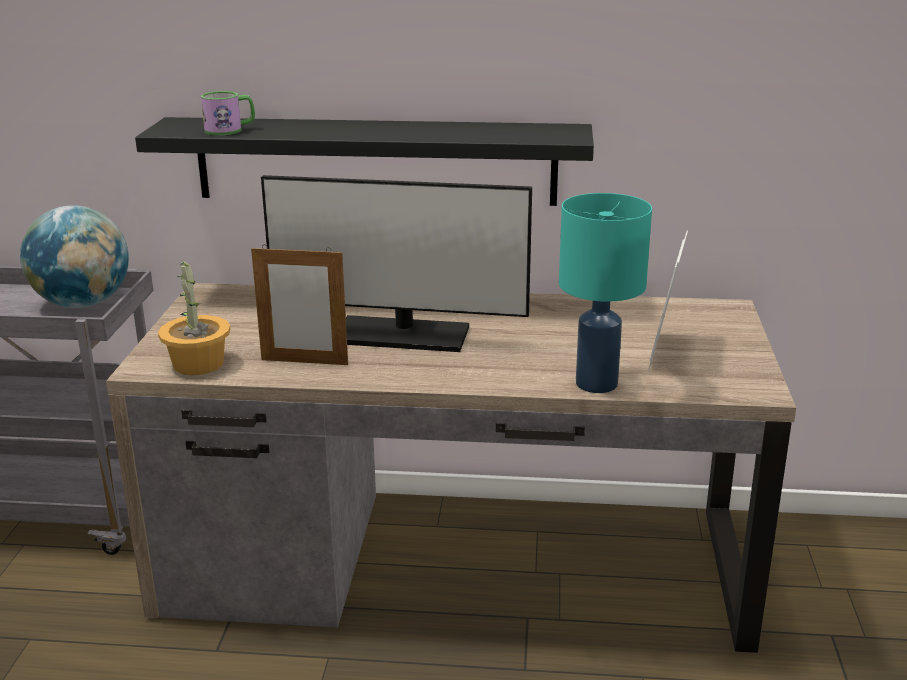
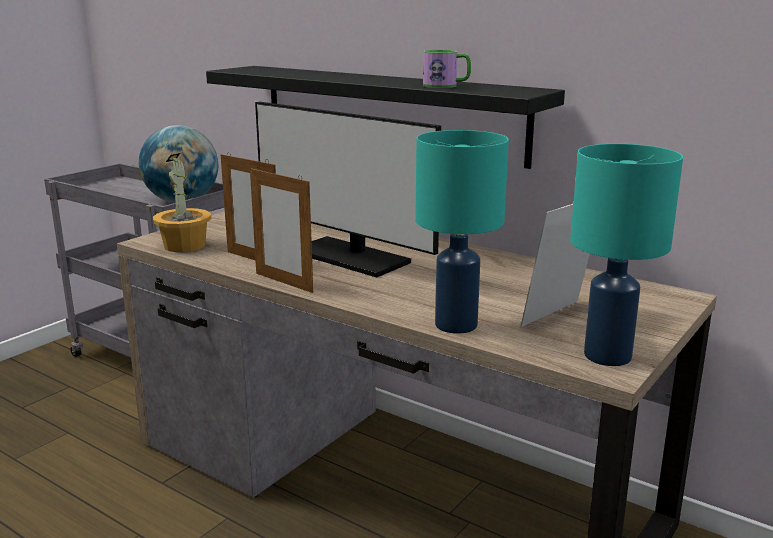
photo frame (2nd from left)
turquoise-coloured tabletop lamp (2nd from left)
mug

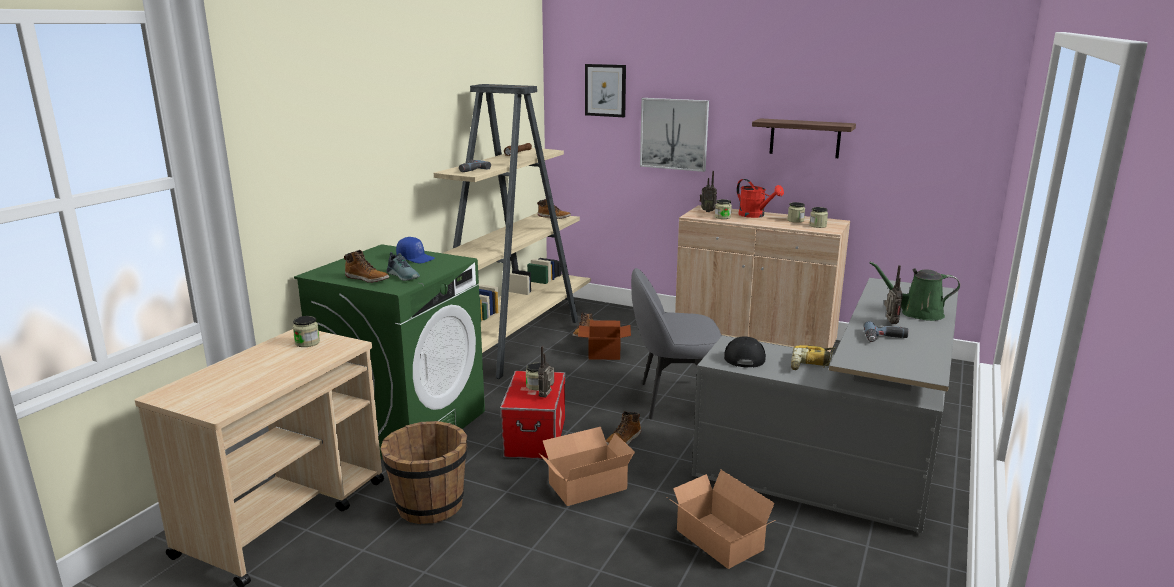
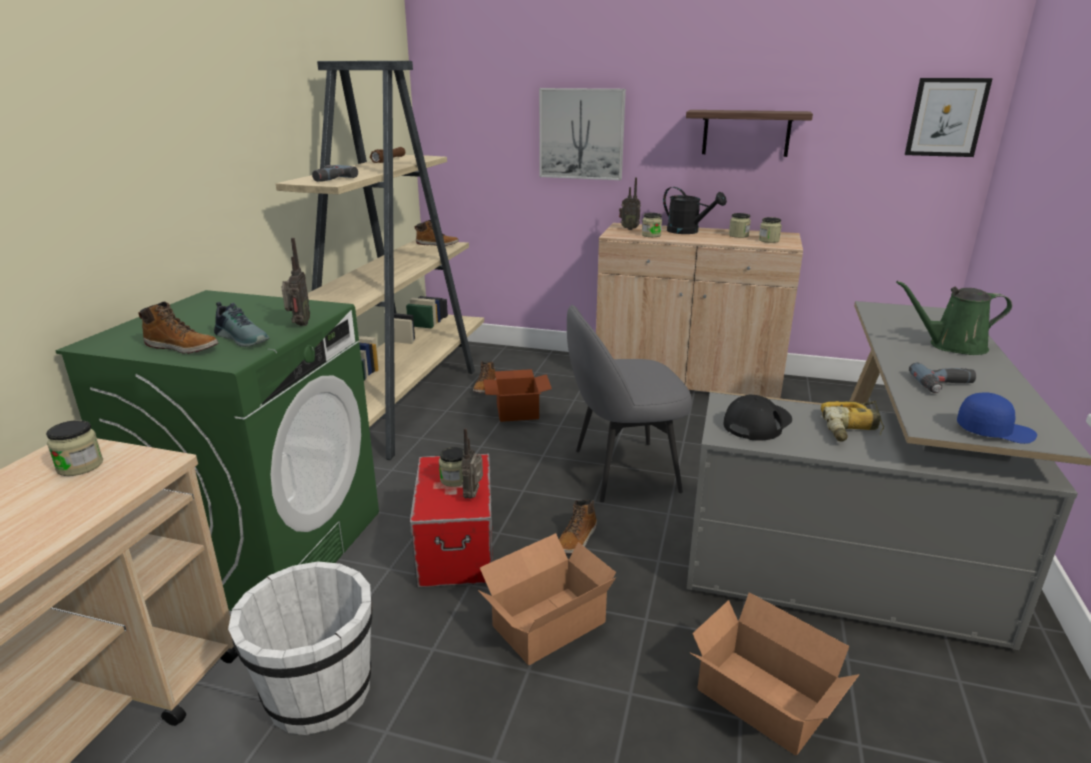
blue-coloured peaked cap
wall art (2nd from left)
radio set (1st from left)
whitish pail
black-coloured sprinkling can
black-coloured peaked cap

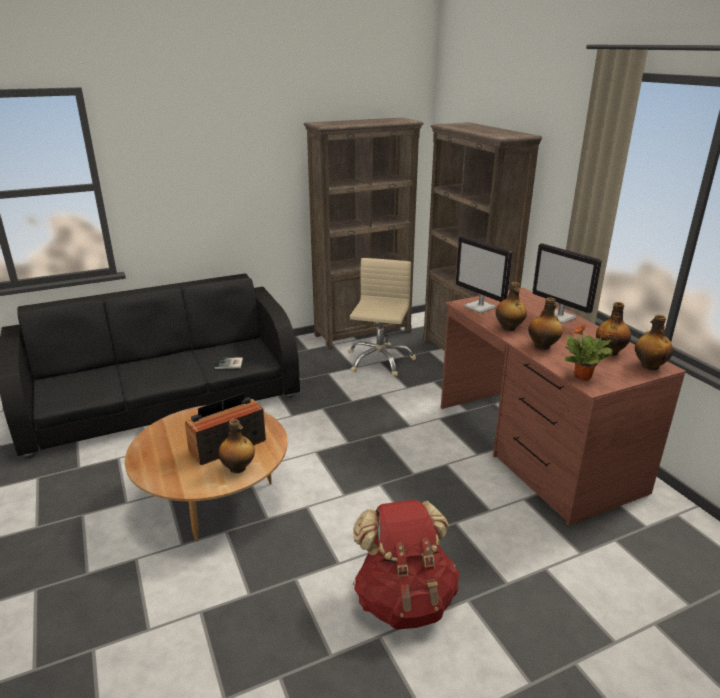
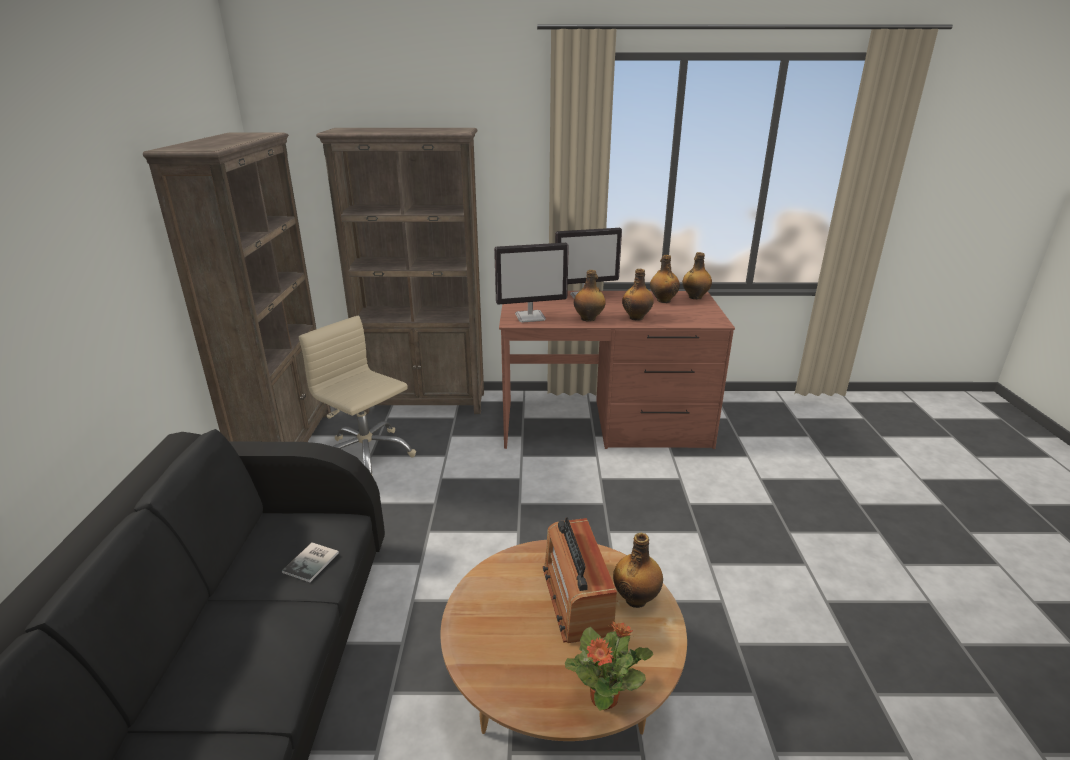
red knapsack
houseplant

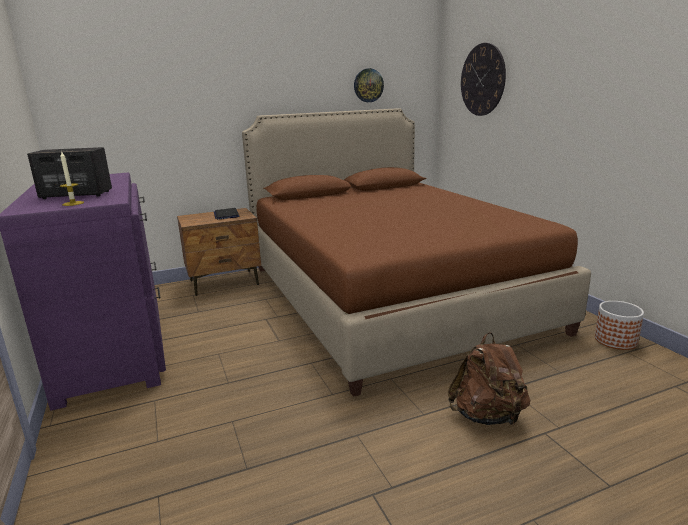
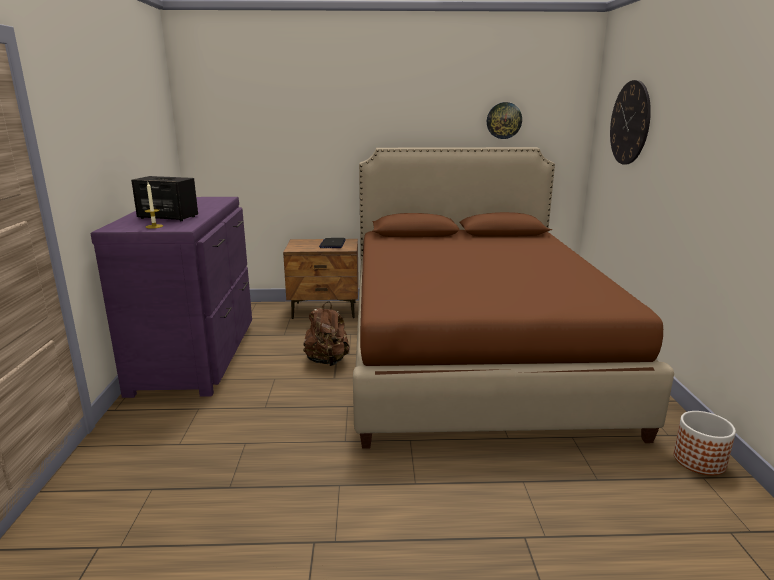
brownish knapsack

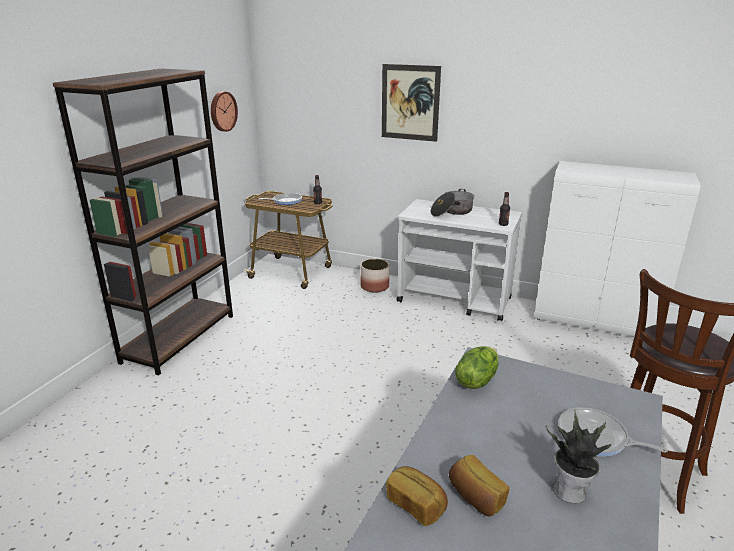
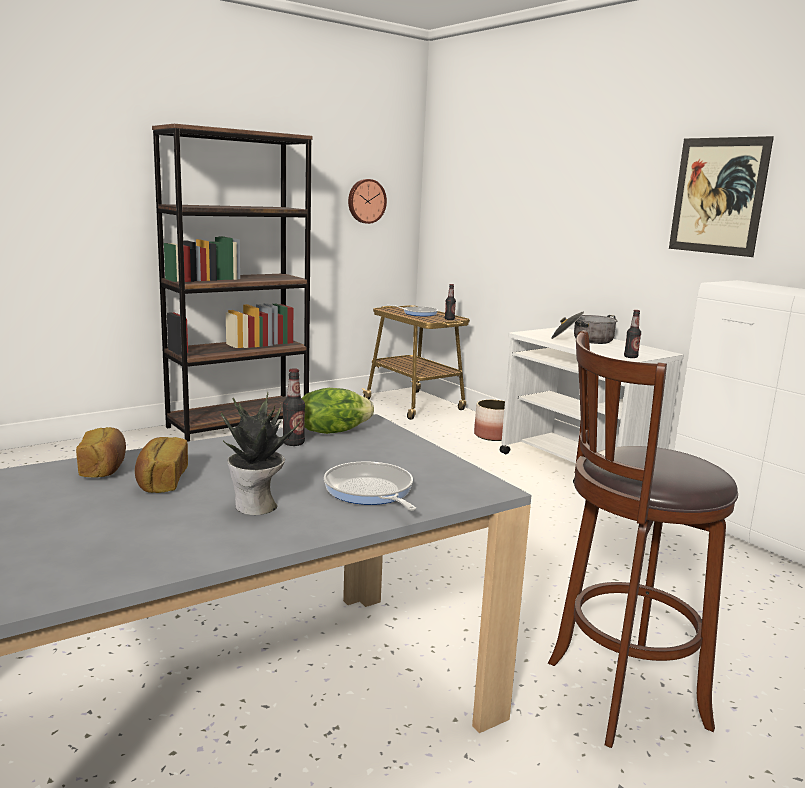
drink bottle (1st from left)
wall art

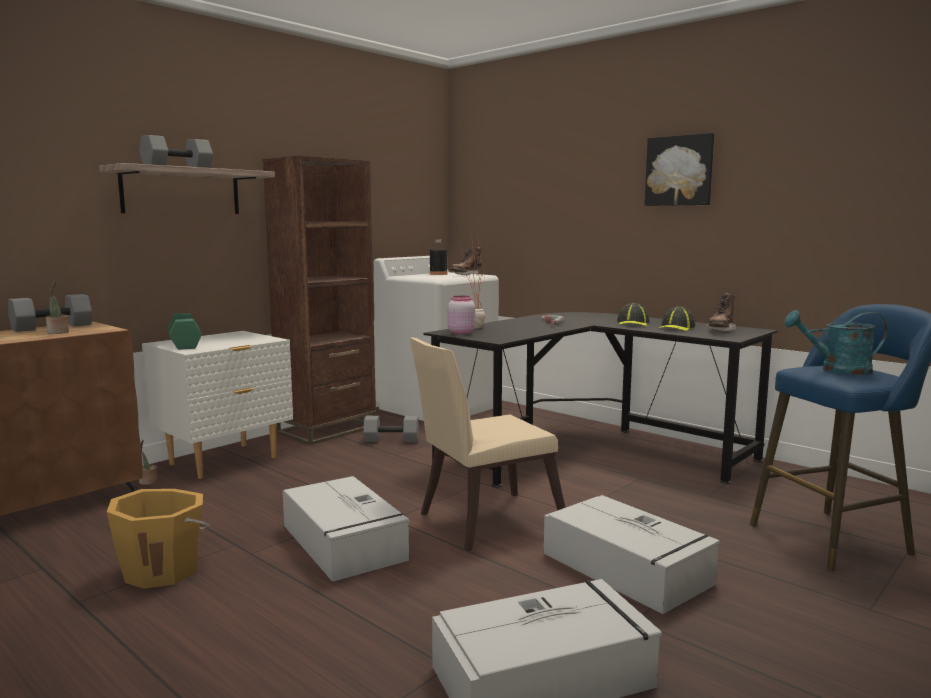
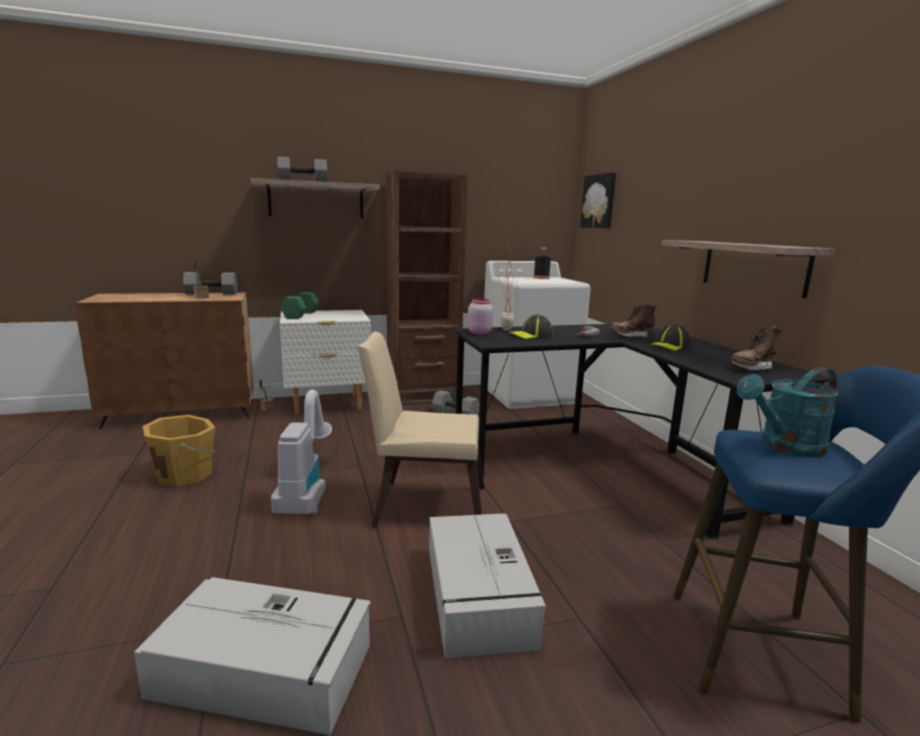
wall shelf (2nd from left)
brownish high-top boot (1st from left)
wall art
peaked cap (1st from left)
hoover
turquoise-coloured sprinkling can

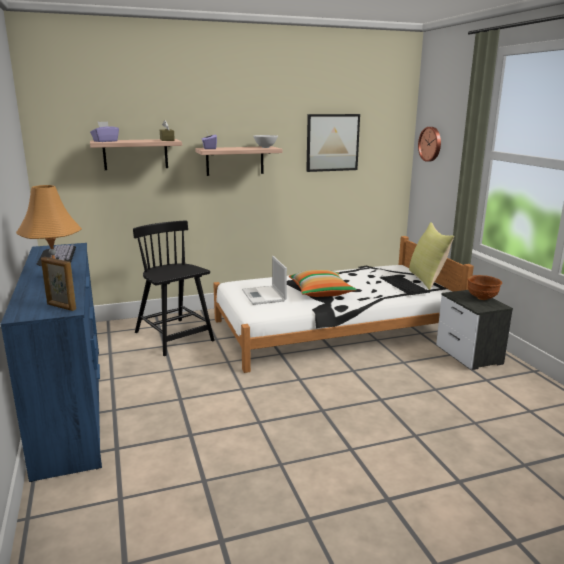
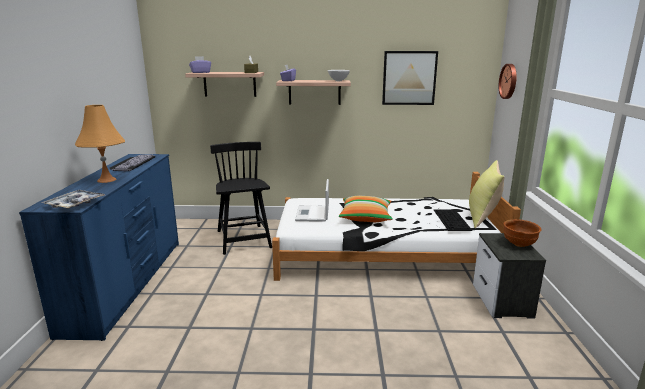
serving tray

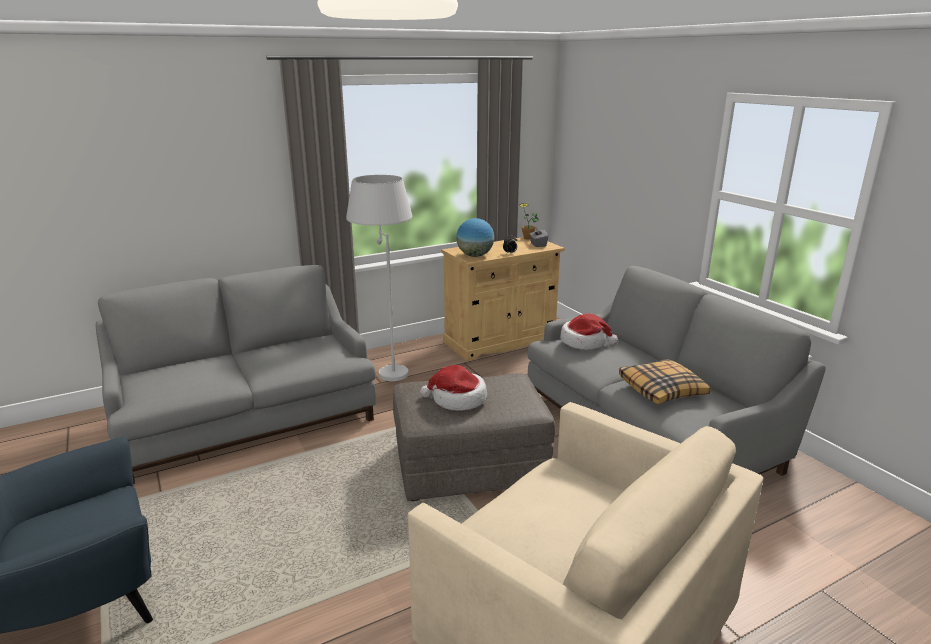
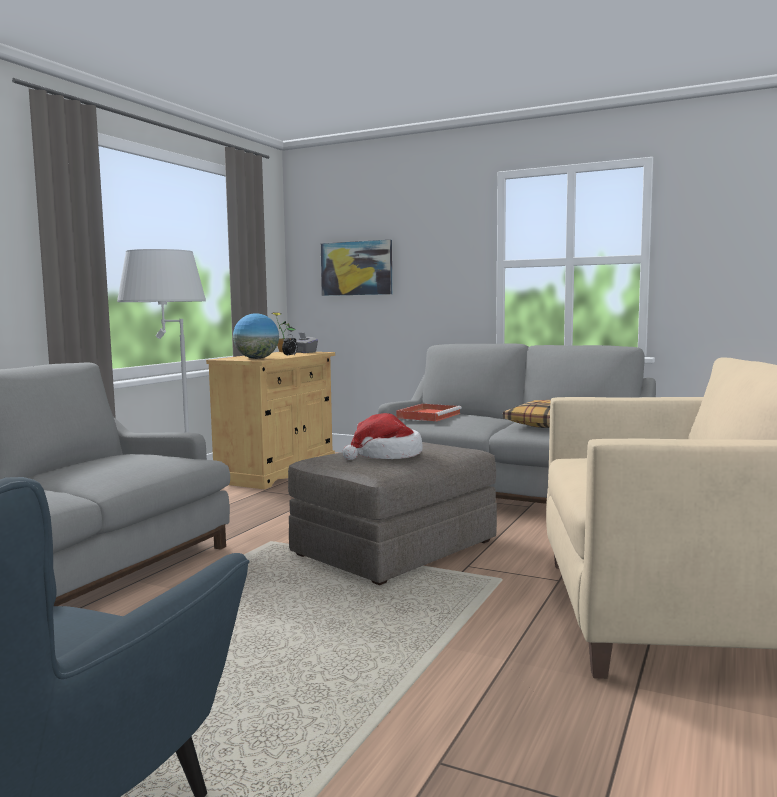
wall art
red serving tray

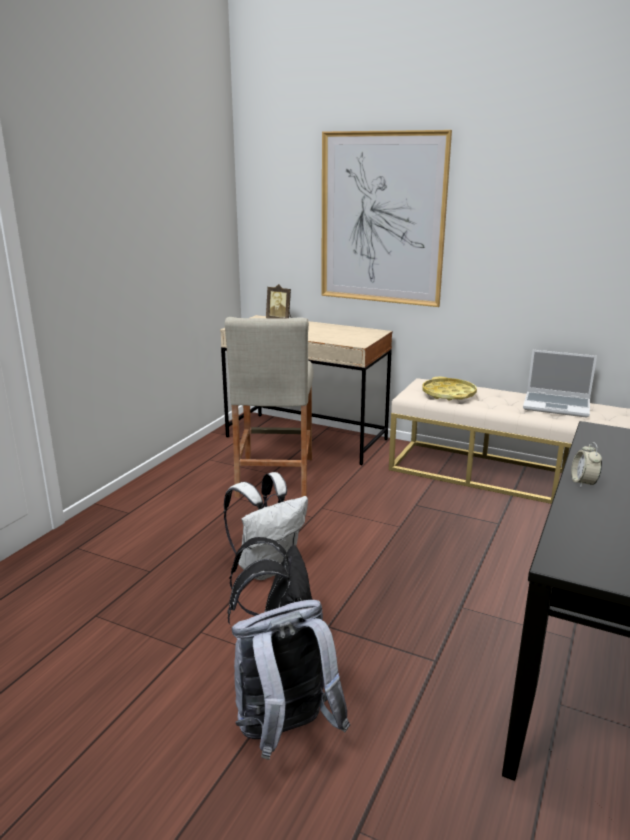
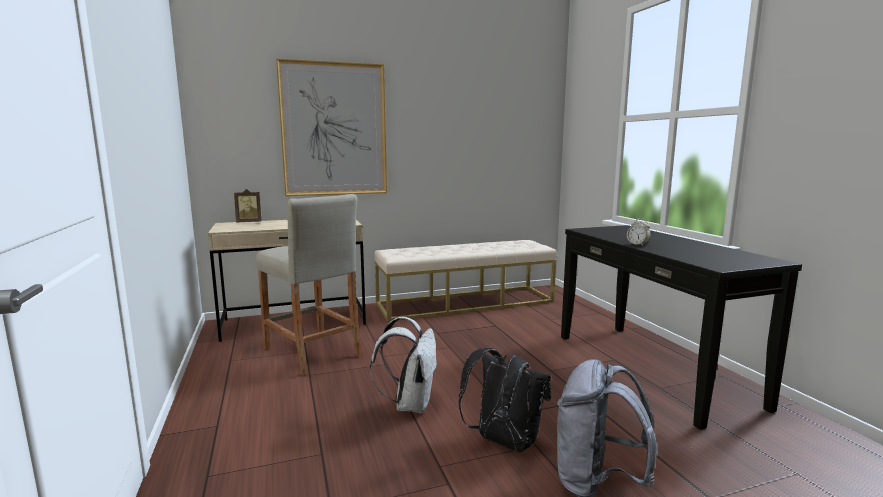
yellow-coloured serving tray
notebook computer

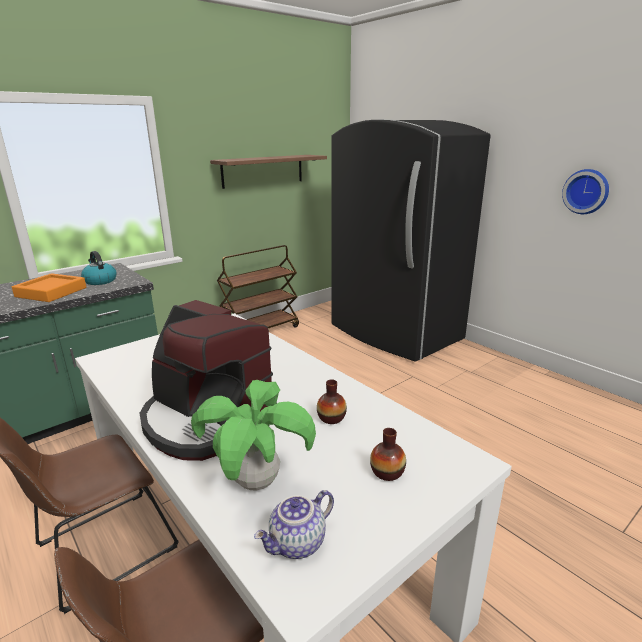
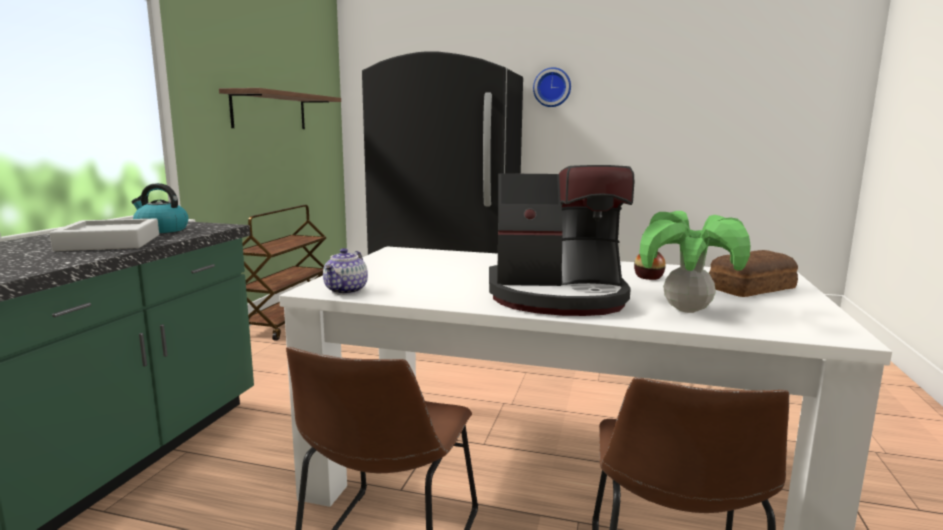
pot for tea
wall clock
bakery bread
gray serving tray

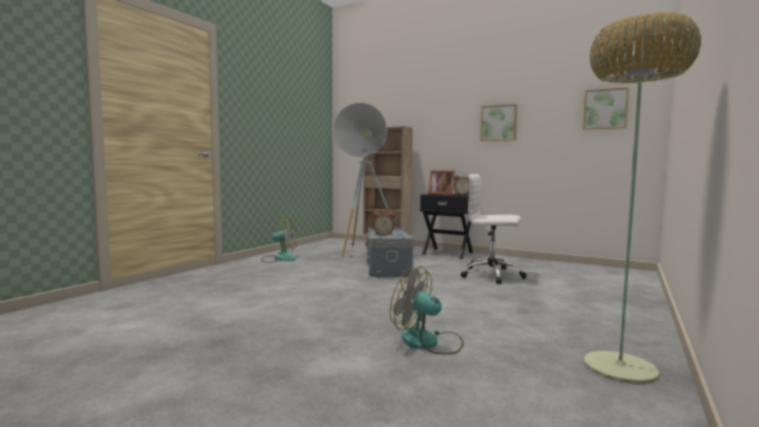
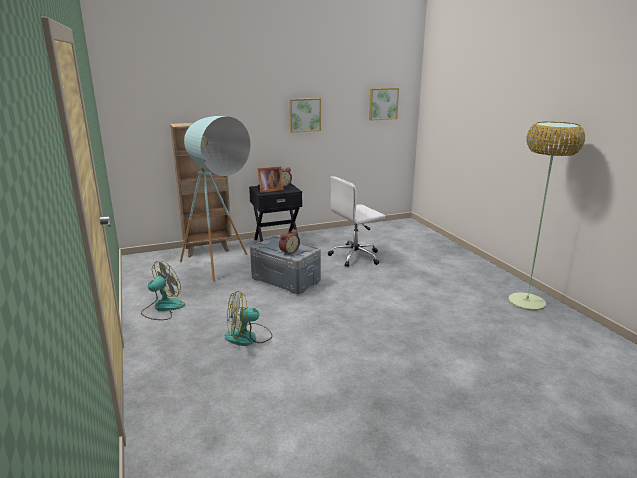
cooling fan (2nd from left)

